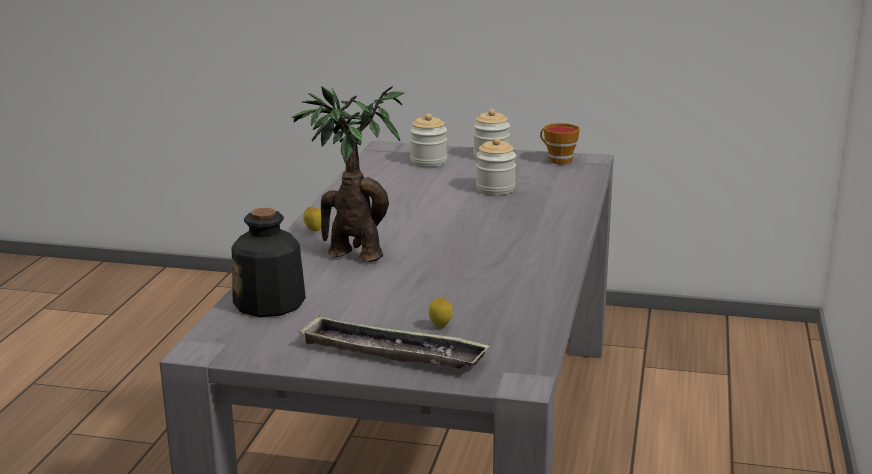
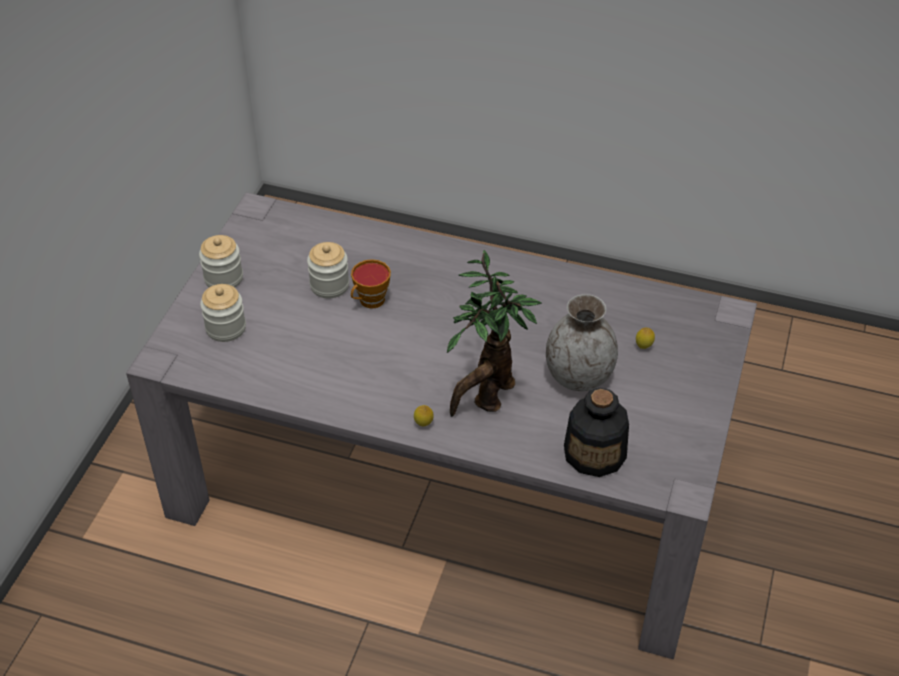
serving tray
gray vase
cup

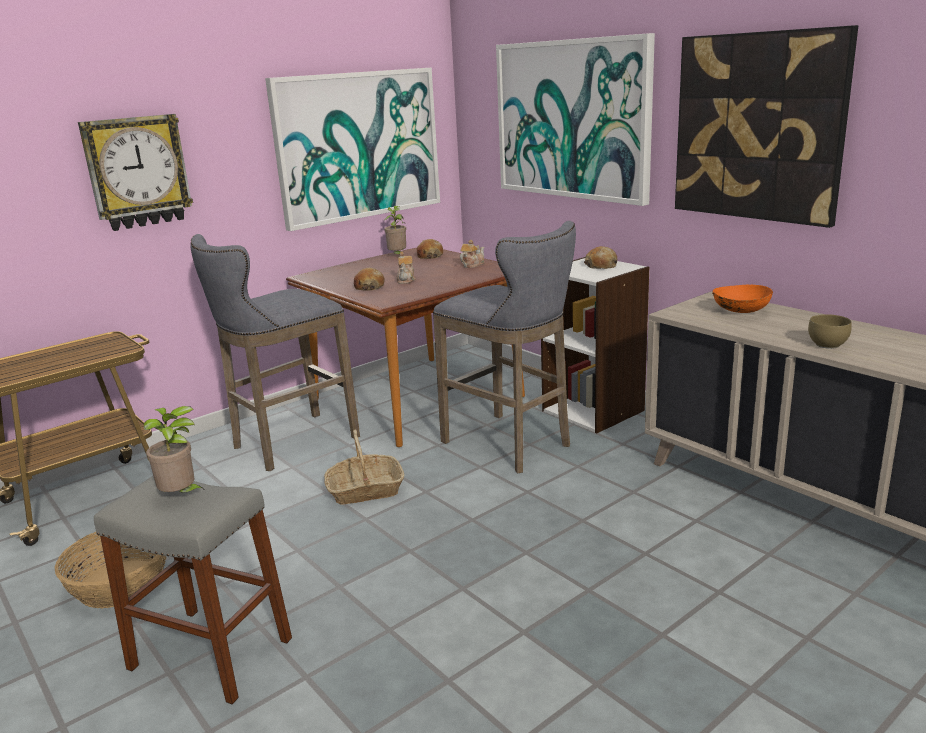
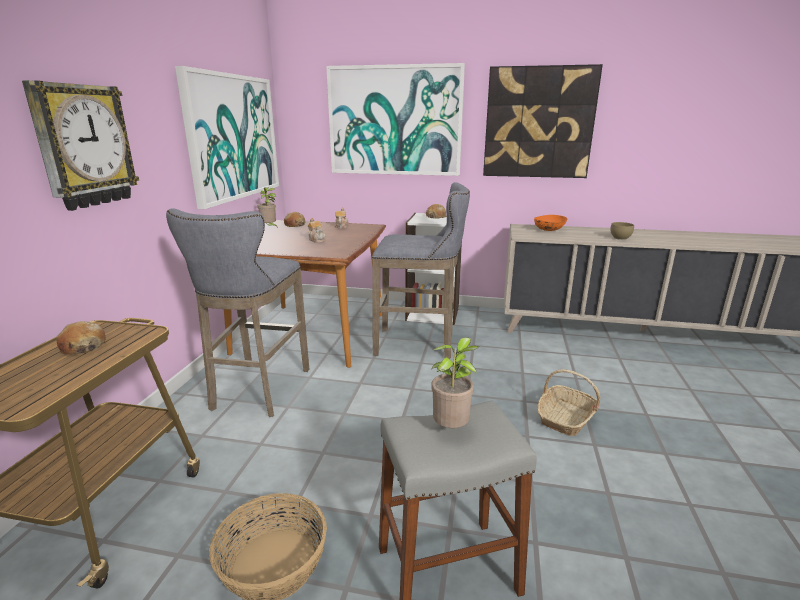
storage basket (2nd from left)
bakery bread (1st from left)

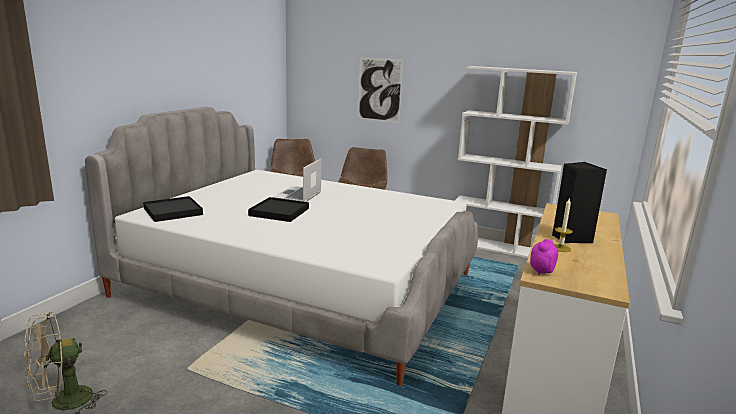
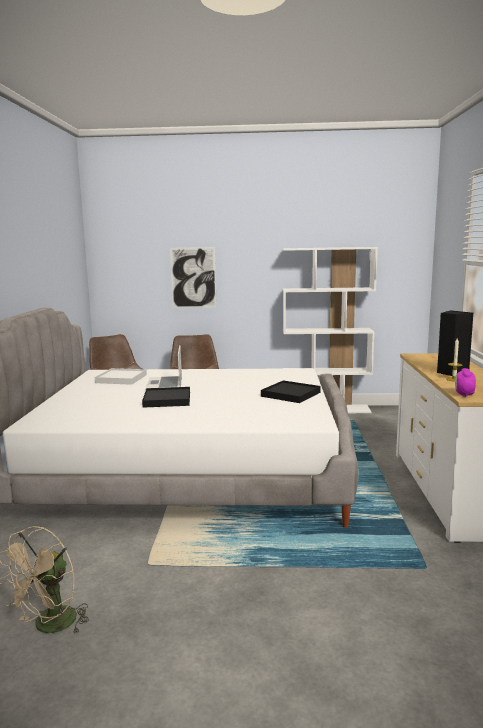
whitish serving tray
black-coloured serving tray (2nd from left)

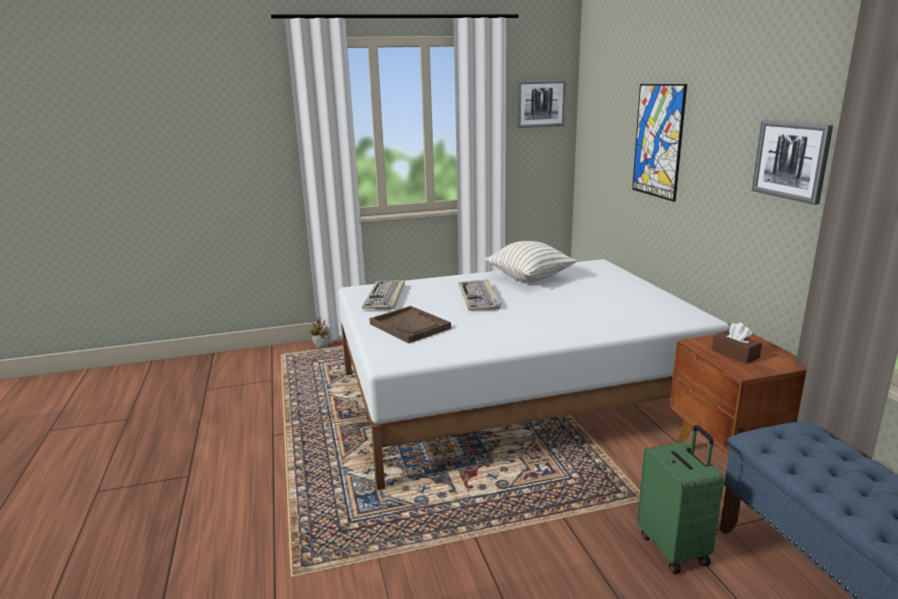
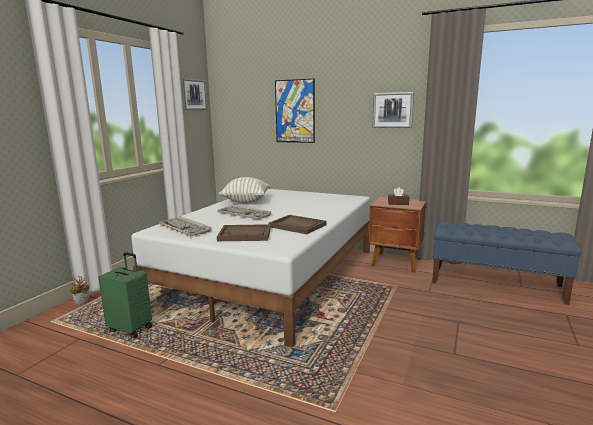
brownish serving tray (2nd from left)
greenish piece of luggage

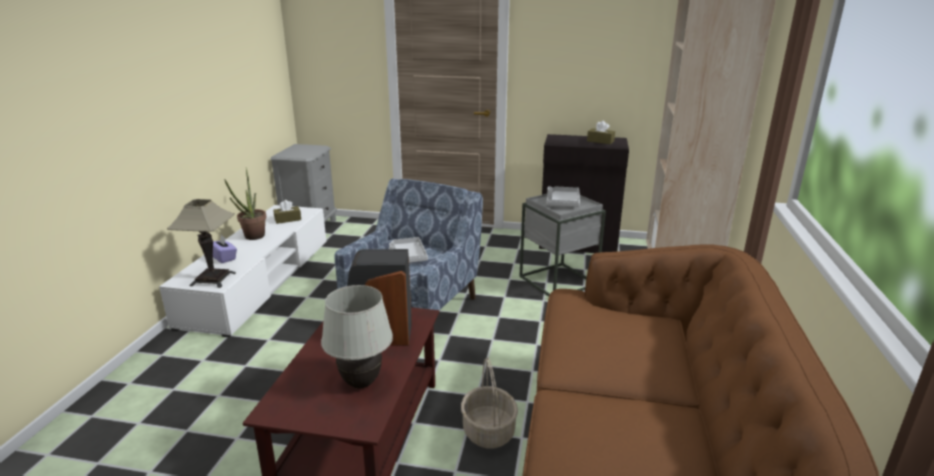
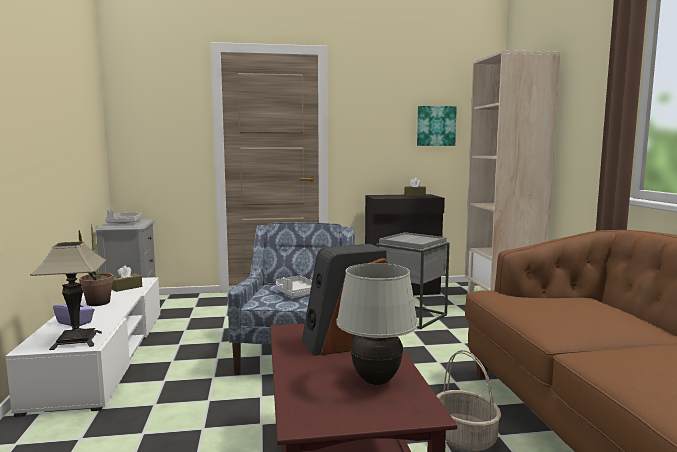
wall art
gray serving tray (1st from left)

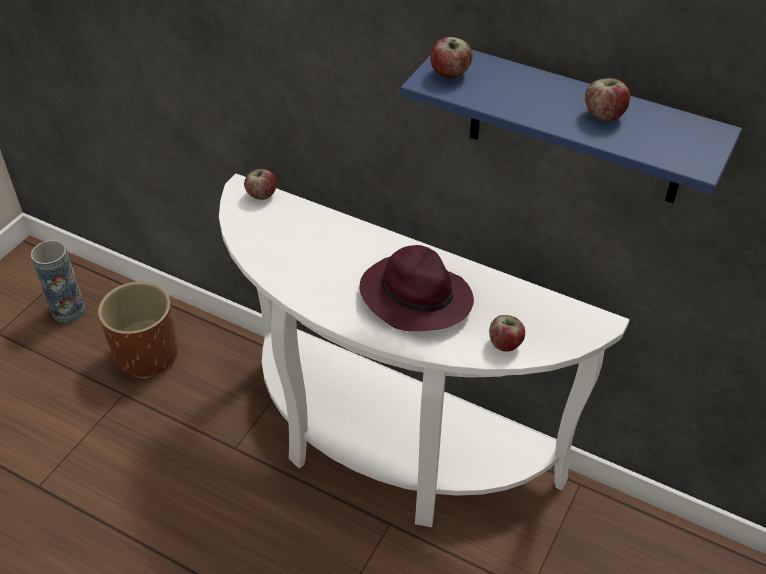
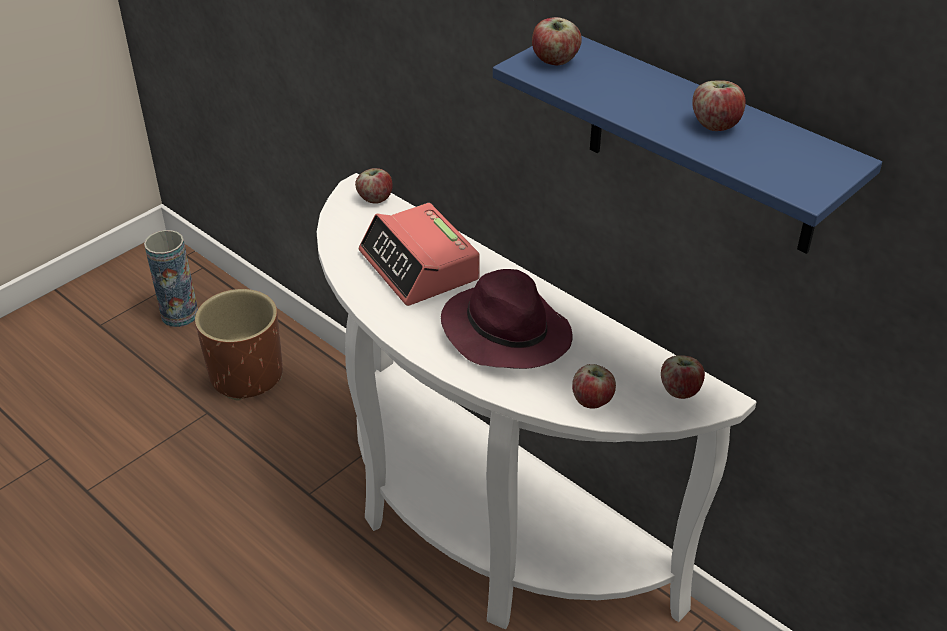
table clock
apple fruit (4th from left)

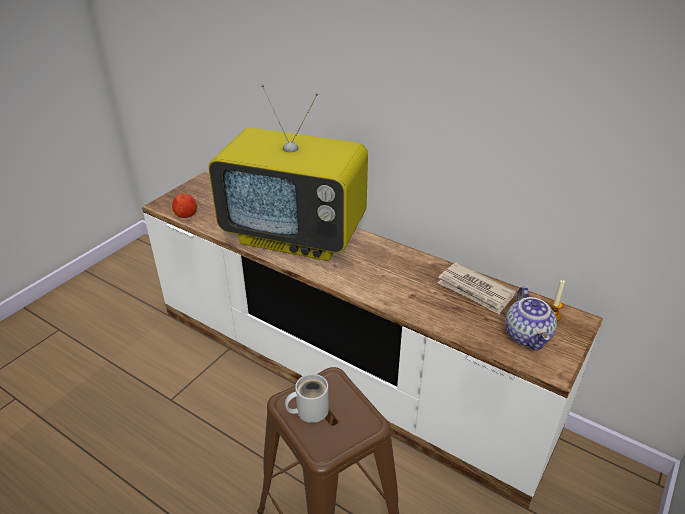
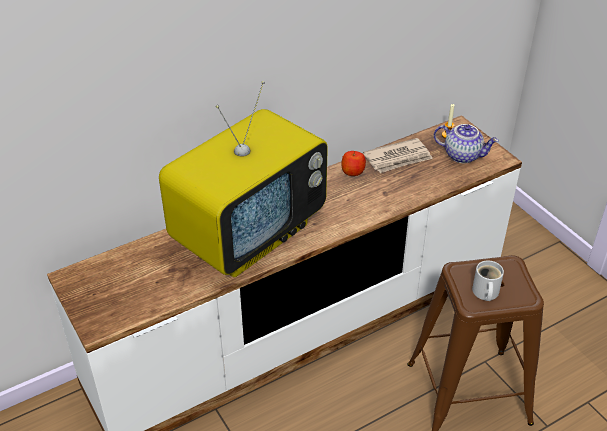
apple fruit

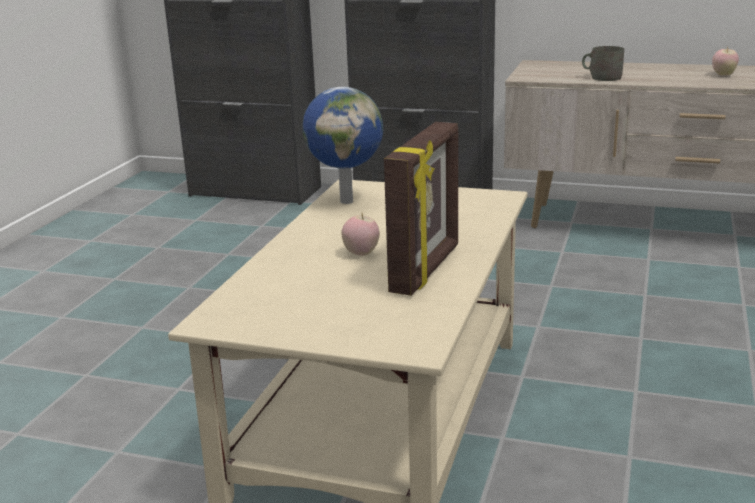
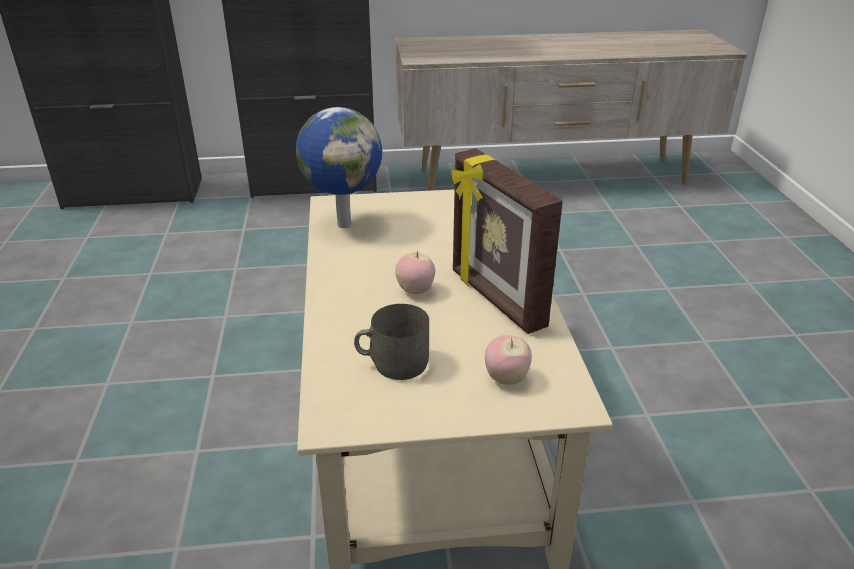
gray mug
apple fruit (2nd from left)
photo frame

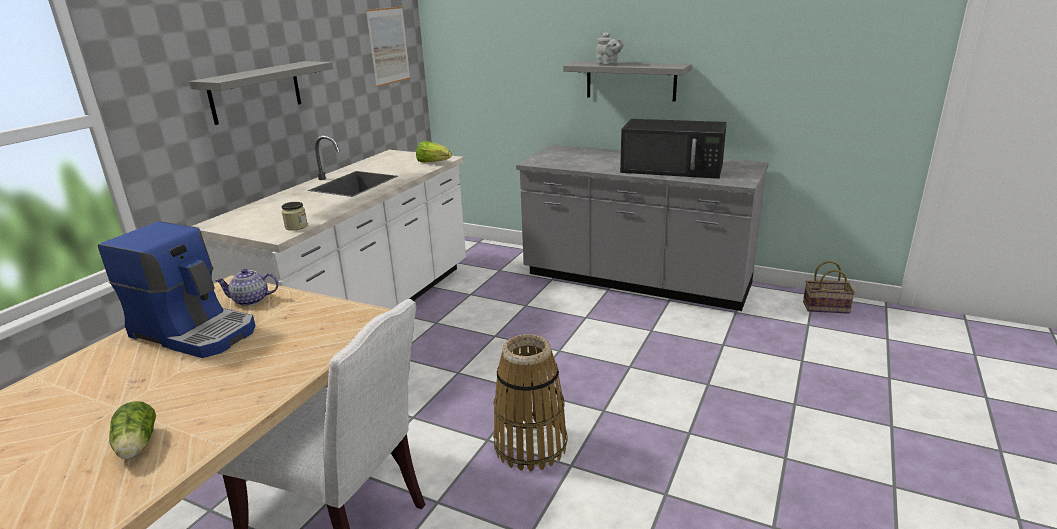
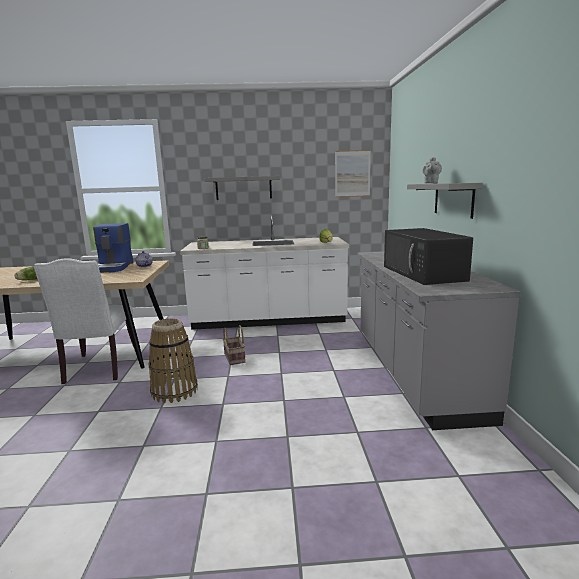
storage basket (2nd from left)

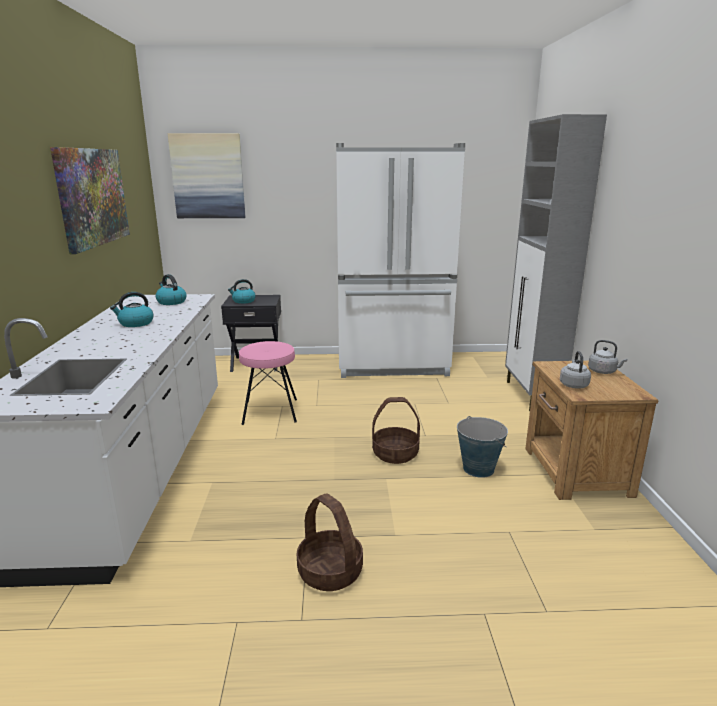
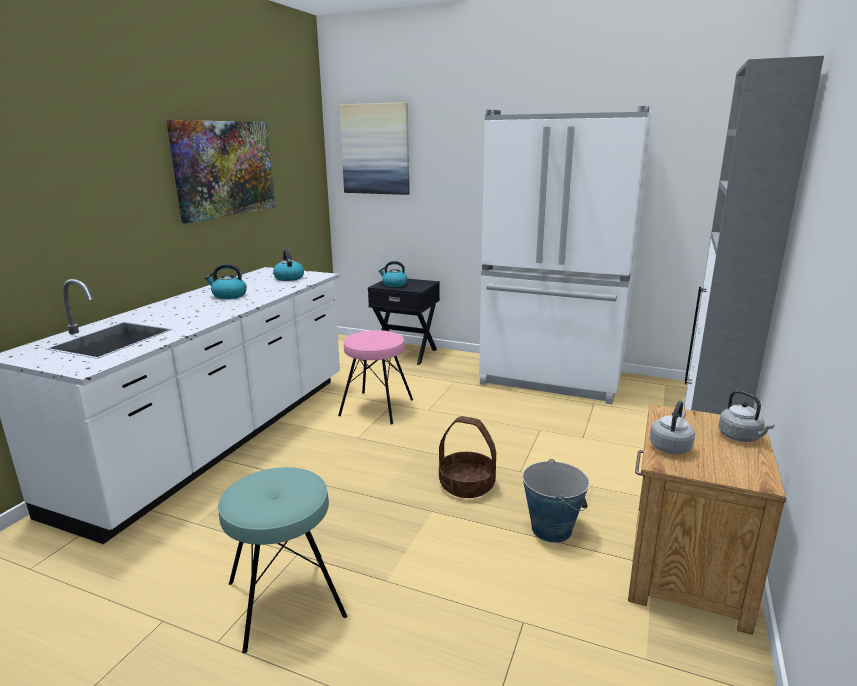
turquoise-coloured stool seat

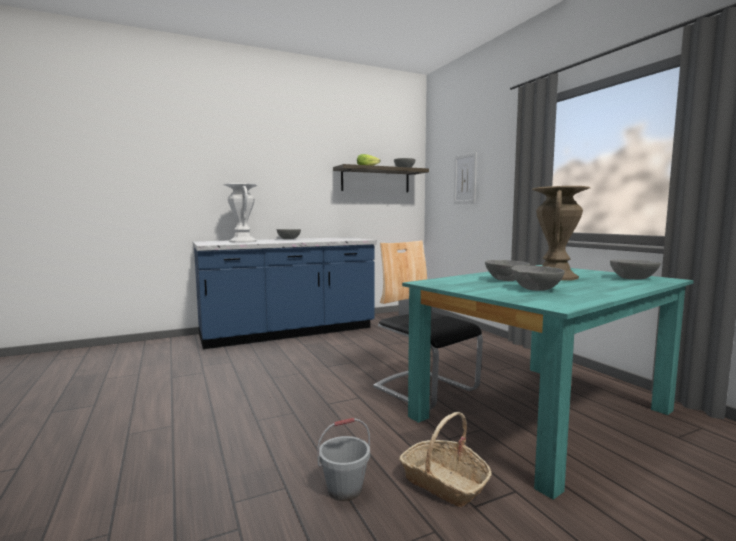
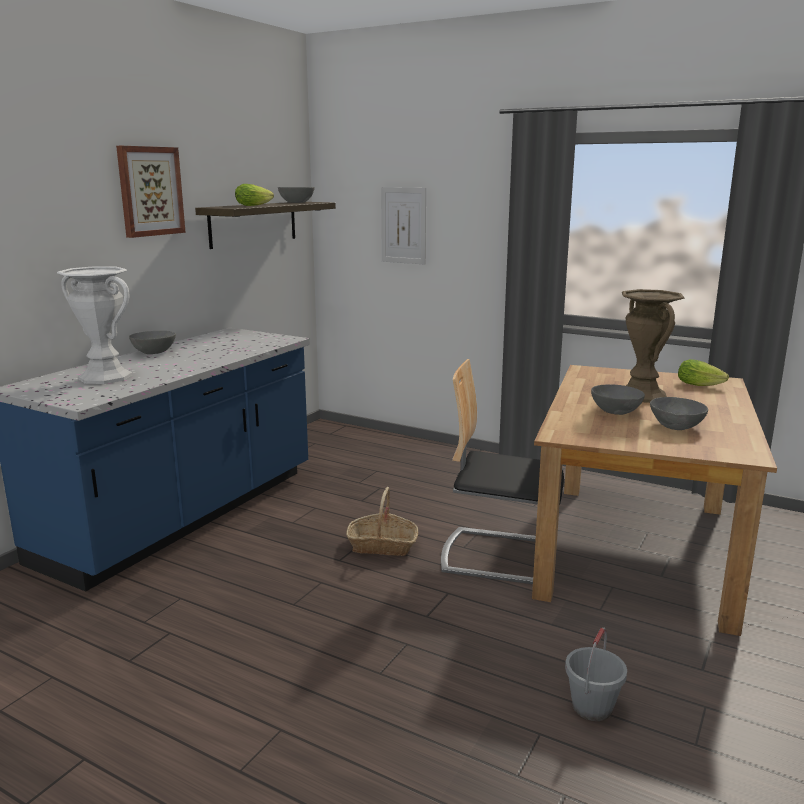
wall art (1st from left)
storage basket
lettuce head (2nd from left)
brownish dining table

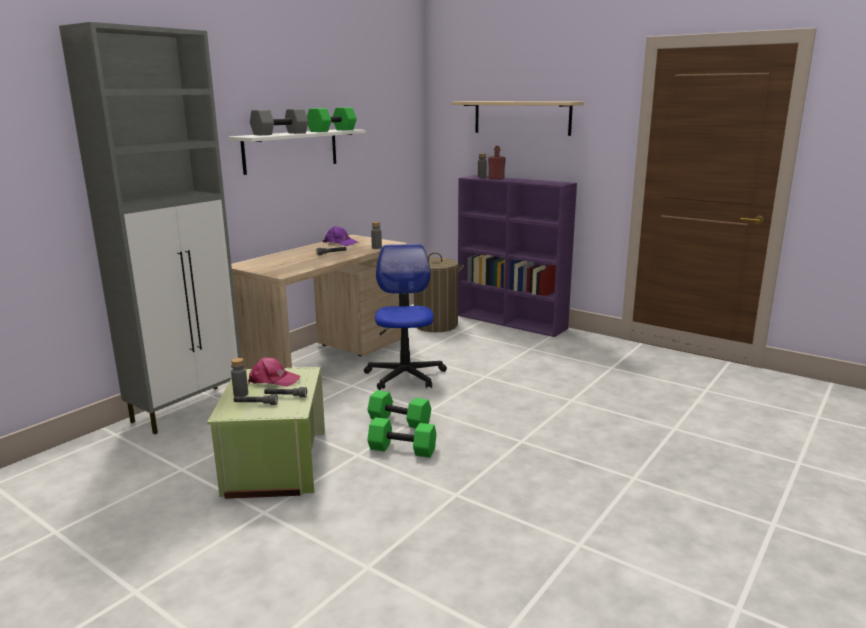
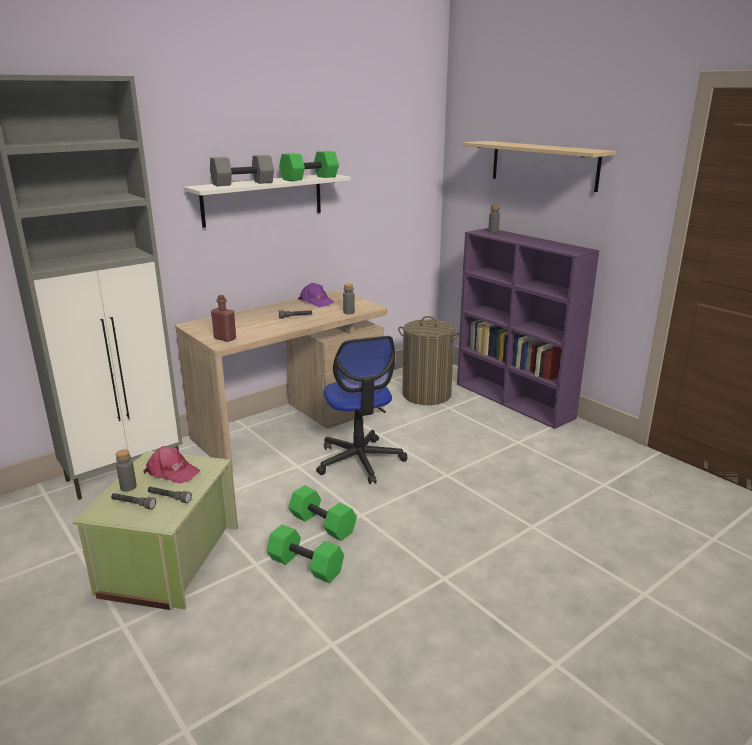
red drink bottle
office chair

